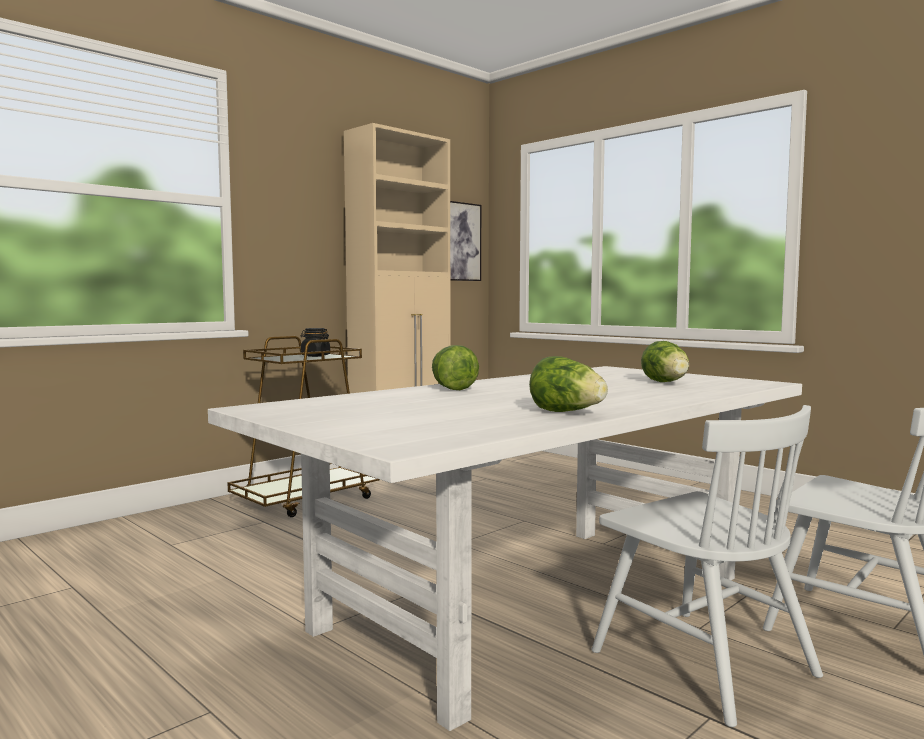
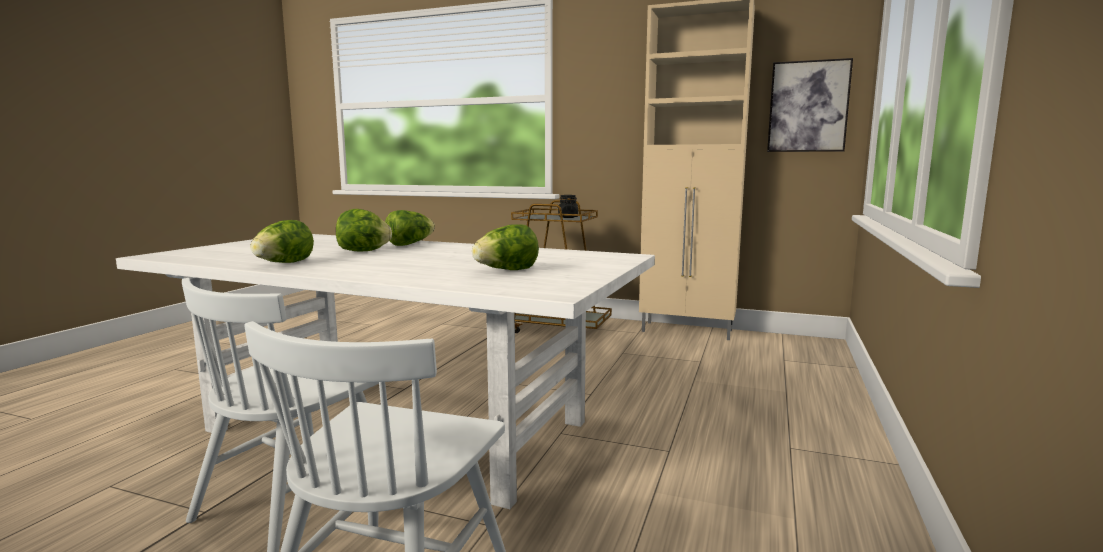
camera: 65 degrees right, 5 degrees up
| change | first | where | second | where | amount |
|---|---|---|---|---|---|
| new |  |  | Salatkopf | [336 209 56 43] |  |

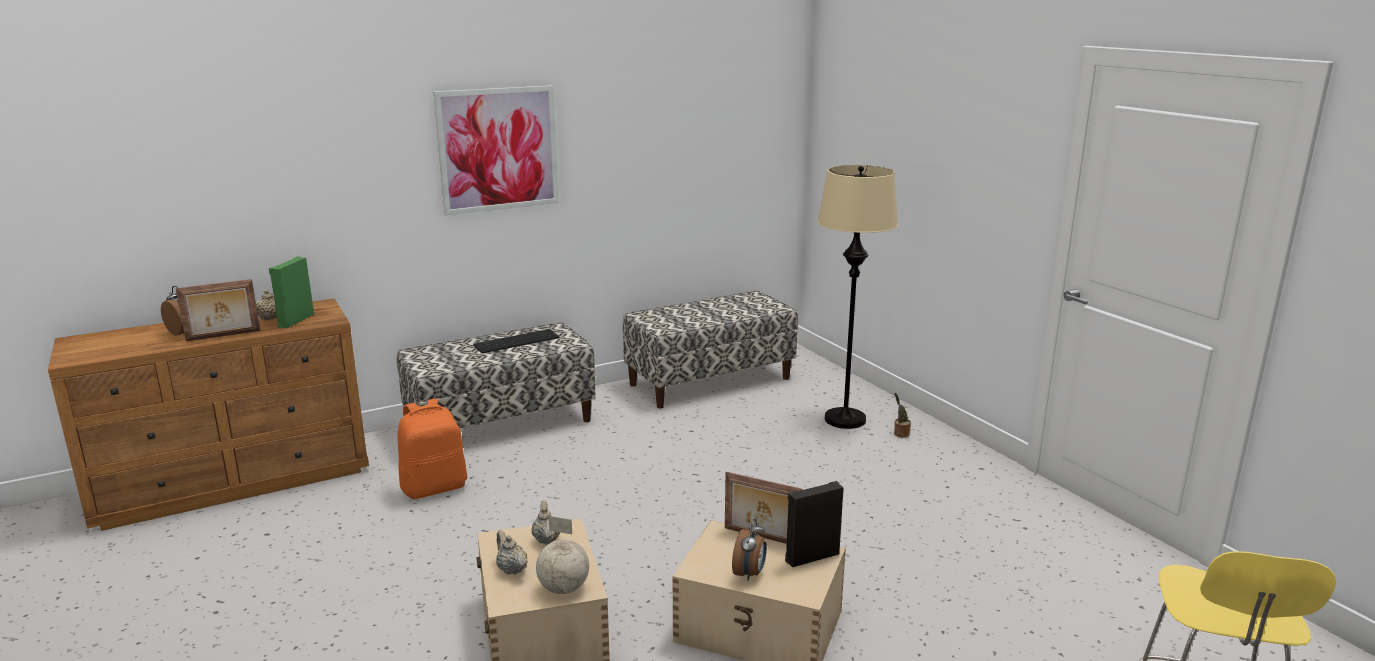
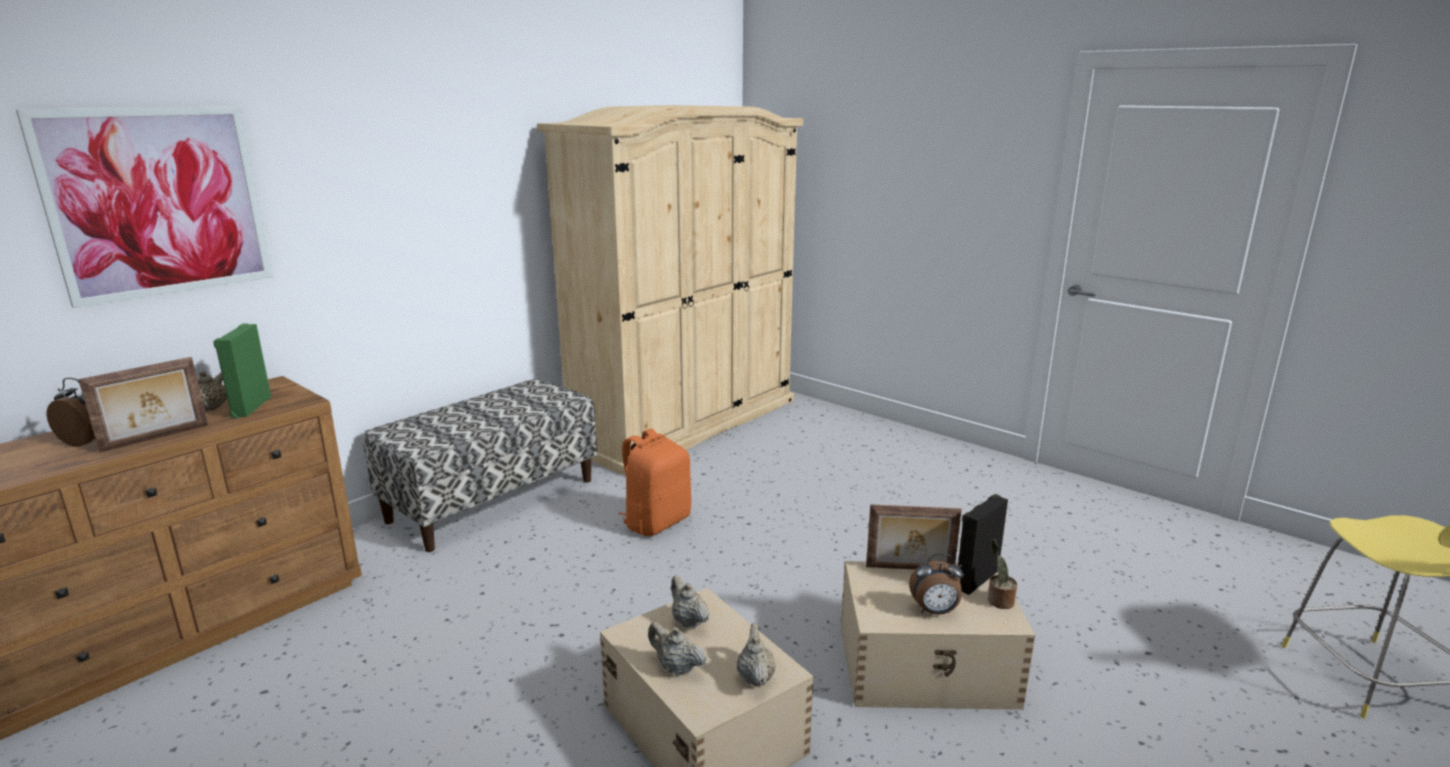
camera: 20 degrees left, 0 degrees up
| change | first | where | second | where | amount |
|---|---|---|---|---|---|
| shifted | Bild | [434 85 125 130] |  | [16 106 257 202] |  |
| swapped | Bank | [623 291 175 117] | Kleiderschrank (beige) | [537 105 266 371] |  |
| shifted | Rucksack (orange) | [398 399 69 100] |  | [619 429 72 107] |  |
| swapped | Globus | [536 516 53 78] | Teekanne (beige) | [737 623 39 64] |  |
| rotated | Wecker | [732 518 35 63] |  | [909 553 55 62] | 90 degrees clockwise |
| shifted | Topfpflanze | [894 393 17 45] |  | [988 539 29 70] |  |
| gone | Tastatur | [473 329 87 24] |  |  |  |
| gone | Stehlampe (beige) | [818 165 80 264] |  |  |  |

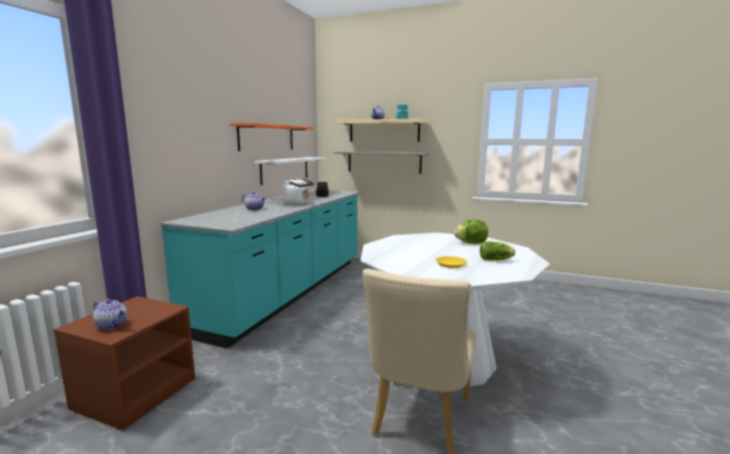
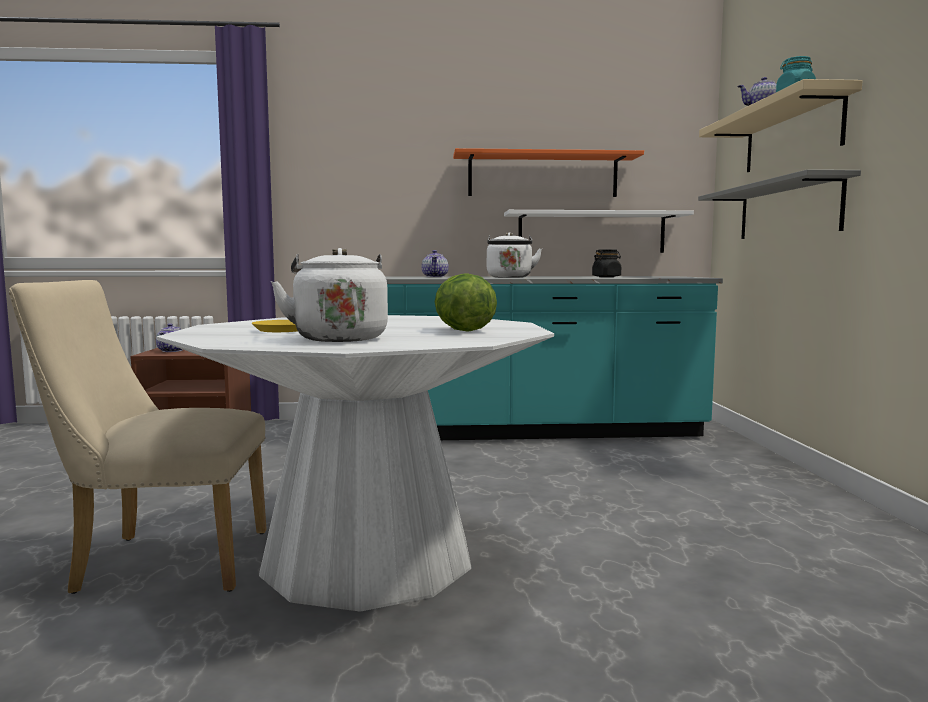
camera: 65 degrees right, 5 degrees down
| change | first | where | second | where | amount |
|---|---|---|---|---|---|
| swapped | Salatkopf | [480 241 35 19] | Wasserkessel (weiß) | [271 248 117 94] |  |

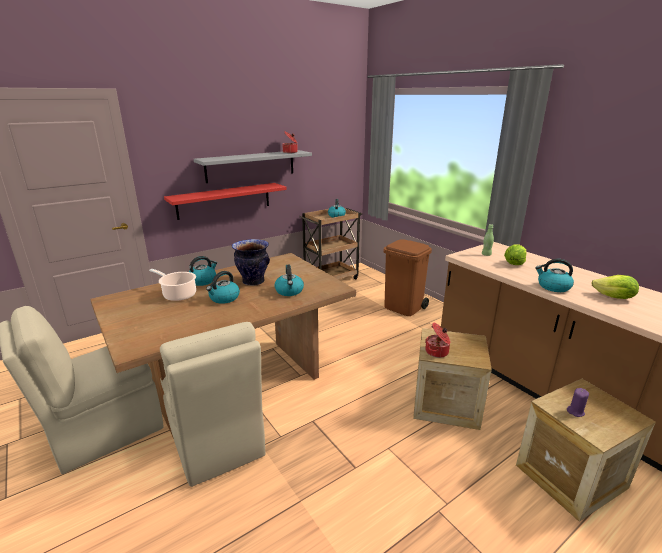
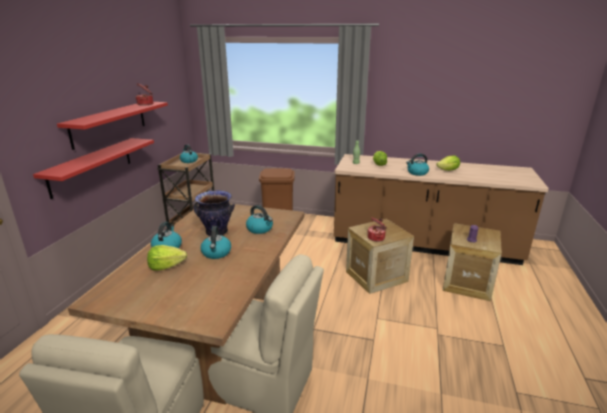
camera: 40 degrees left, 0 degrees up
| change | first | where | second | where | amount |
|---|---|---|---|---|---|
| repainted | Wandregal (grau) | [194 150 118 33] | Wandregal (rot) | [57 102 111 48] |  |
| swapped | Kochtopf | [149 269 47 32] | Salatkopf | [147 245 40 26] |  |

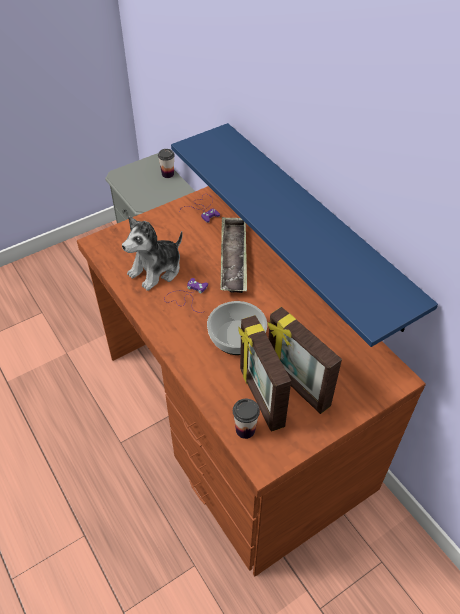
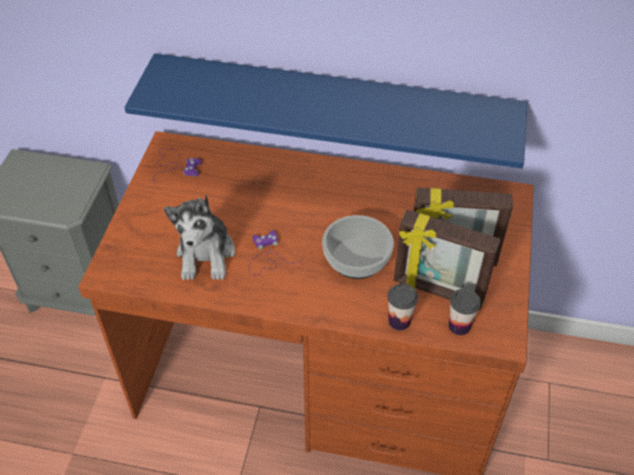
camera: 45 degrees left, 0 degrees up
| change | first | where | second | where | amount |
|---|---|---|---|---|---|
| shifted | Tasse | [158 149 17 29] |  | [388 284 30 46] |  |
| gone | Tablett | [221 217 26 76] |  |  |  |

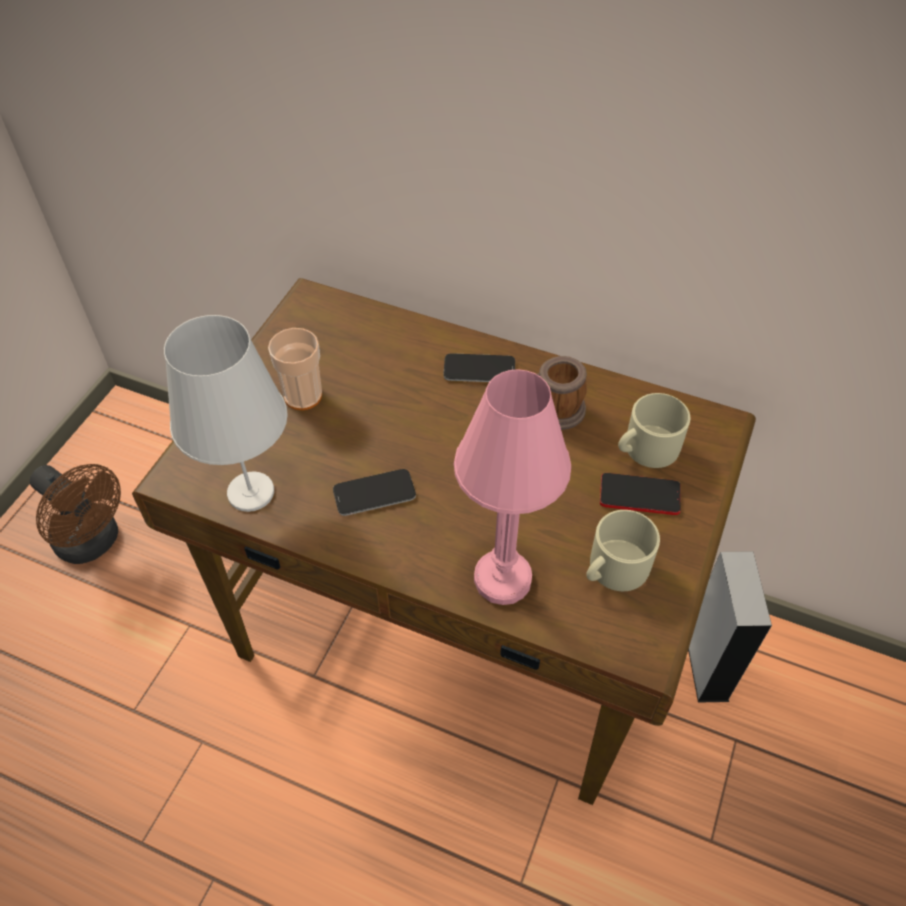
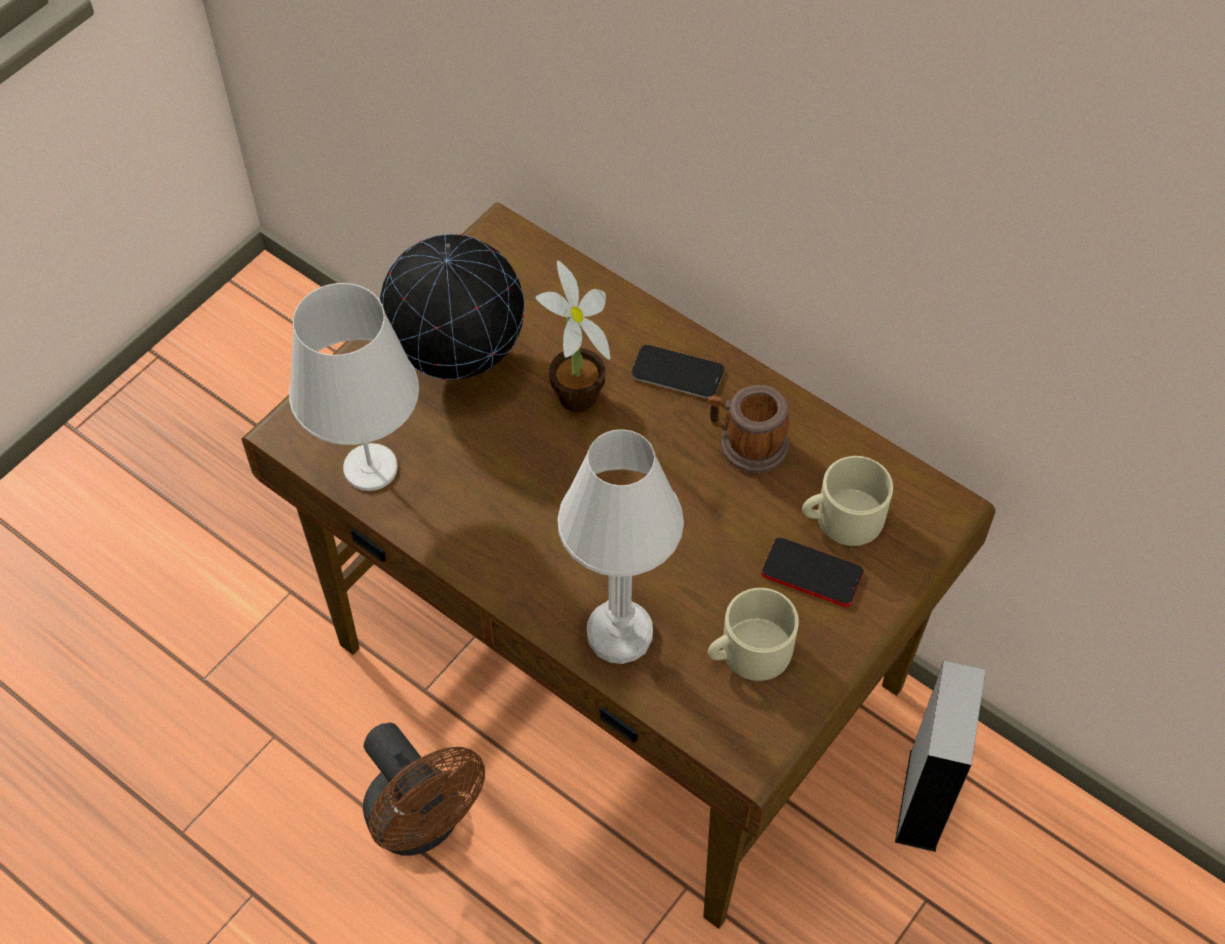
camera: 15 degrees right, 5 degrees up
| change | first | where | second | where | amount |
|---|---|---|---|---|---|
| shifted | Ventilator (braun) | [30 464 91 100] |  | [363 723 122 133] |  |
| swapped | Tasse | [268 328 54 82] | Globus | [380 234 145 146] |  |
| new |  |  | Topfpflanze | [535 260 75 153] |  |
| repainted | Tischlampe (rosa) | [454 369 117 236] | Tischlampe (weiß) | [557 429 127 235] |  |
| gone | Handy | [333 469 83 47] |  |  |  |

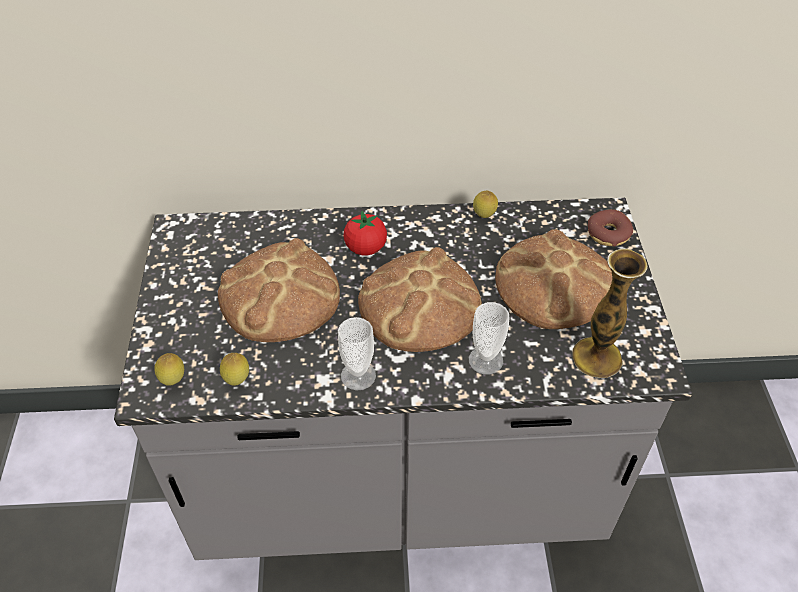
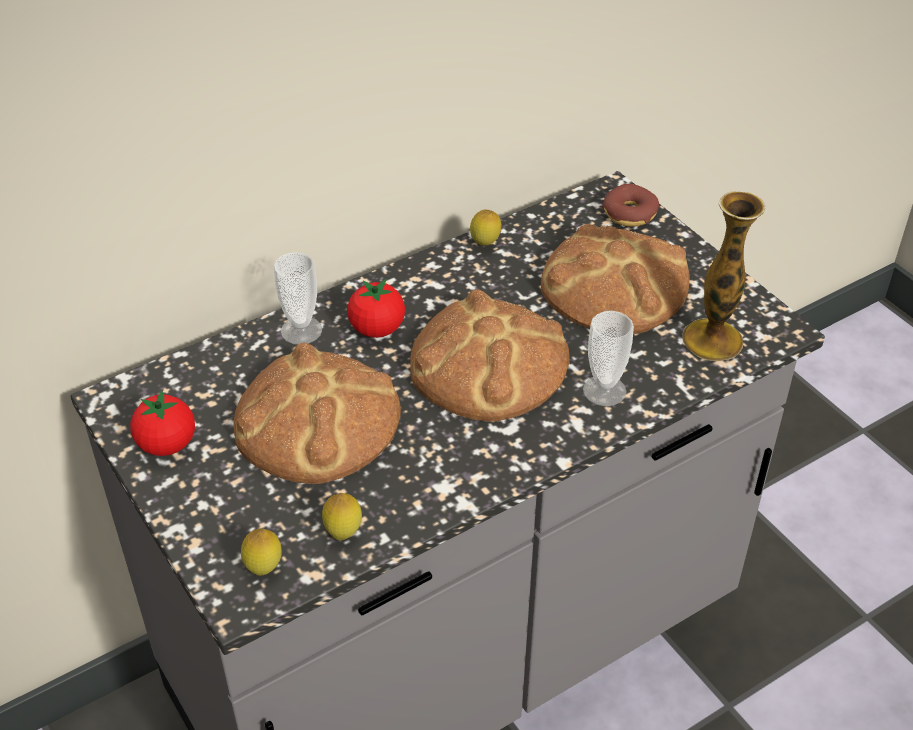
camera: 30 degrees left, 5 degrees down
| change | first | where | second | where | amount |
|---|---|---|---|---|---|
| new |  |  | Tomate | [130 390 65 66] |  |
| shifted | Tasse | [338 317 38 74] |  | [274 252 48 93] |  |

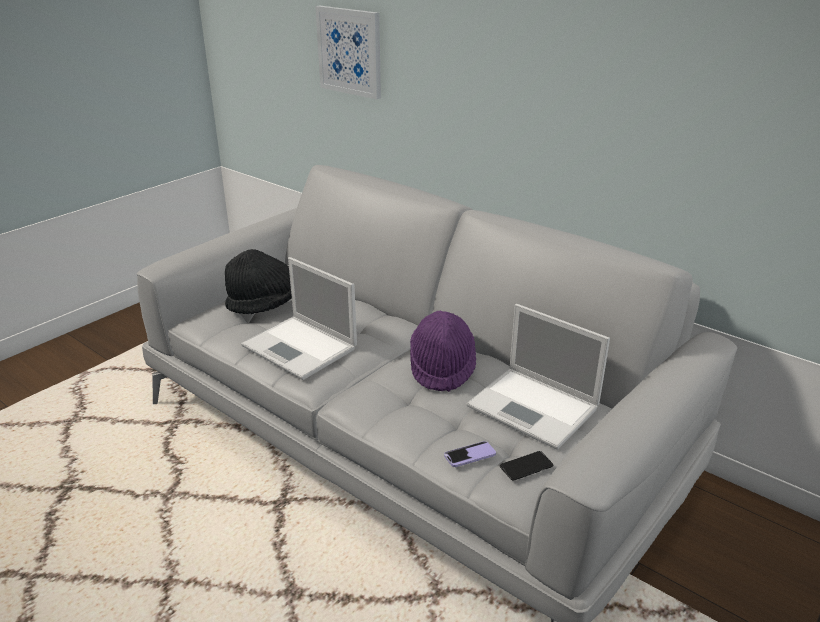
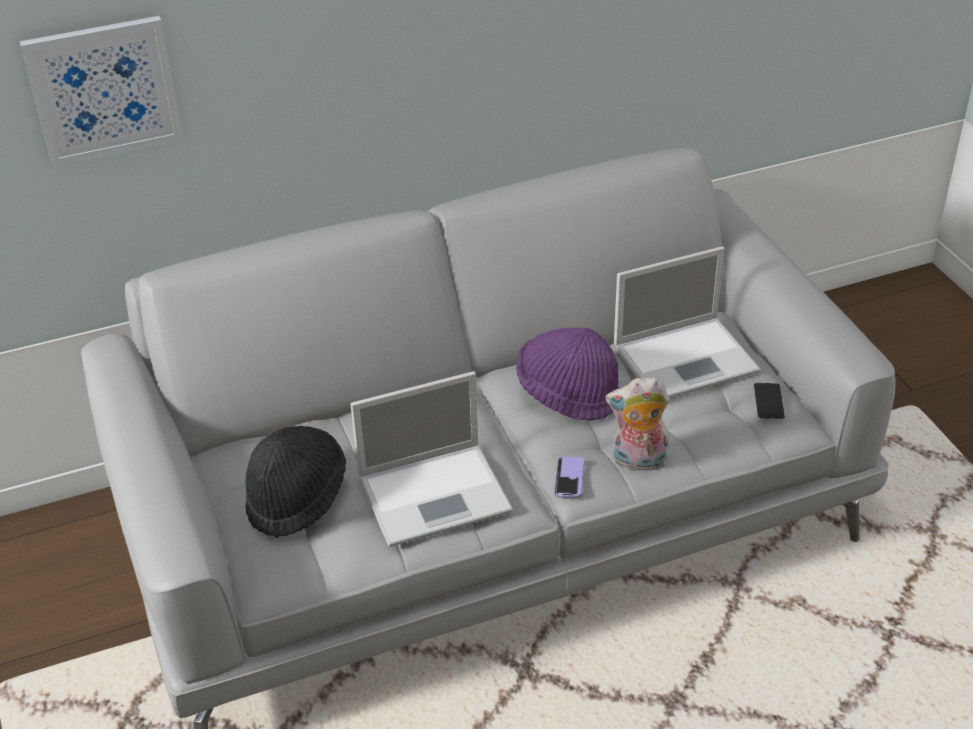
camera: 60 degrees left, 10 degrees up
| change | first | where | second | where | amount |
|---|---|---|---|---|---|
| shifted | Handy | [444 441 52 26] |  | [554 457 30 41] |  |
| new |  |  | Plüschtier | [605 377 65 94] |  |

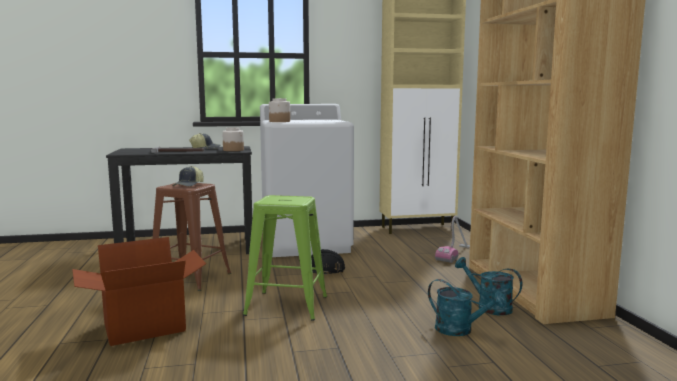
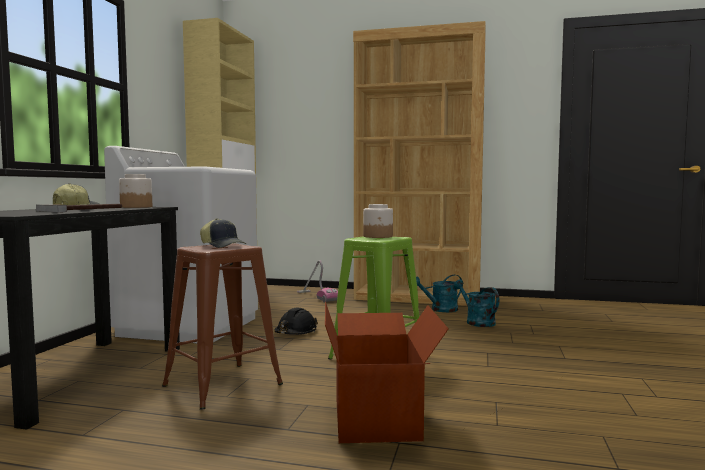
camera: 65 degrees left, 5 degrees down
| change | first | where | second | where | amount |
|---|---|---|---|---|---|
| shifted | Vorratsglas | [269 98 21 24] |  | [363 204 30 34] |  |
| rotated | Gießkanne (türkis) | [428 279 78 57] |  | [453 279 46 48] | 90 degrees counterclockwise |

